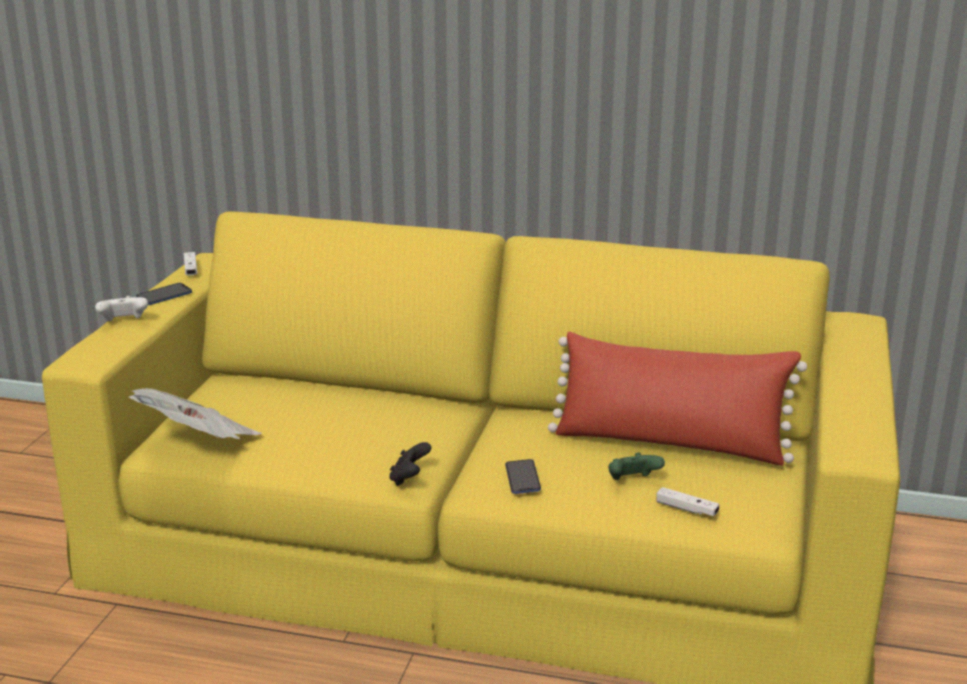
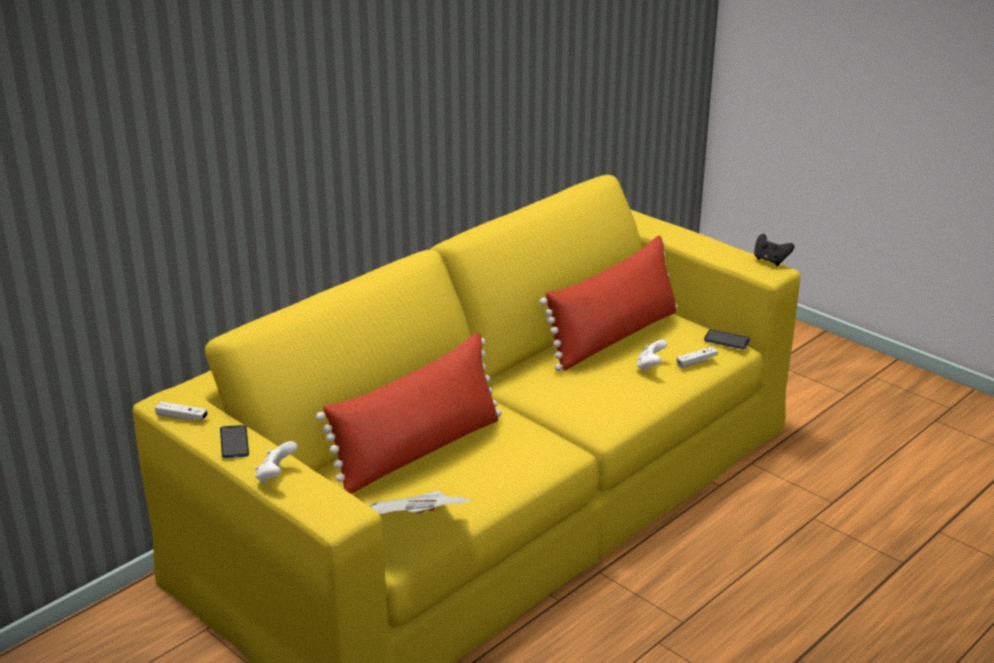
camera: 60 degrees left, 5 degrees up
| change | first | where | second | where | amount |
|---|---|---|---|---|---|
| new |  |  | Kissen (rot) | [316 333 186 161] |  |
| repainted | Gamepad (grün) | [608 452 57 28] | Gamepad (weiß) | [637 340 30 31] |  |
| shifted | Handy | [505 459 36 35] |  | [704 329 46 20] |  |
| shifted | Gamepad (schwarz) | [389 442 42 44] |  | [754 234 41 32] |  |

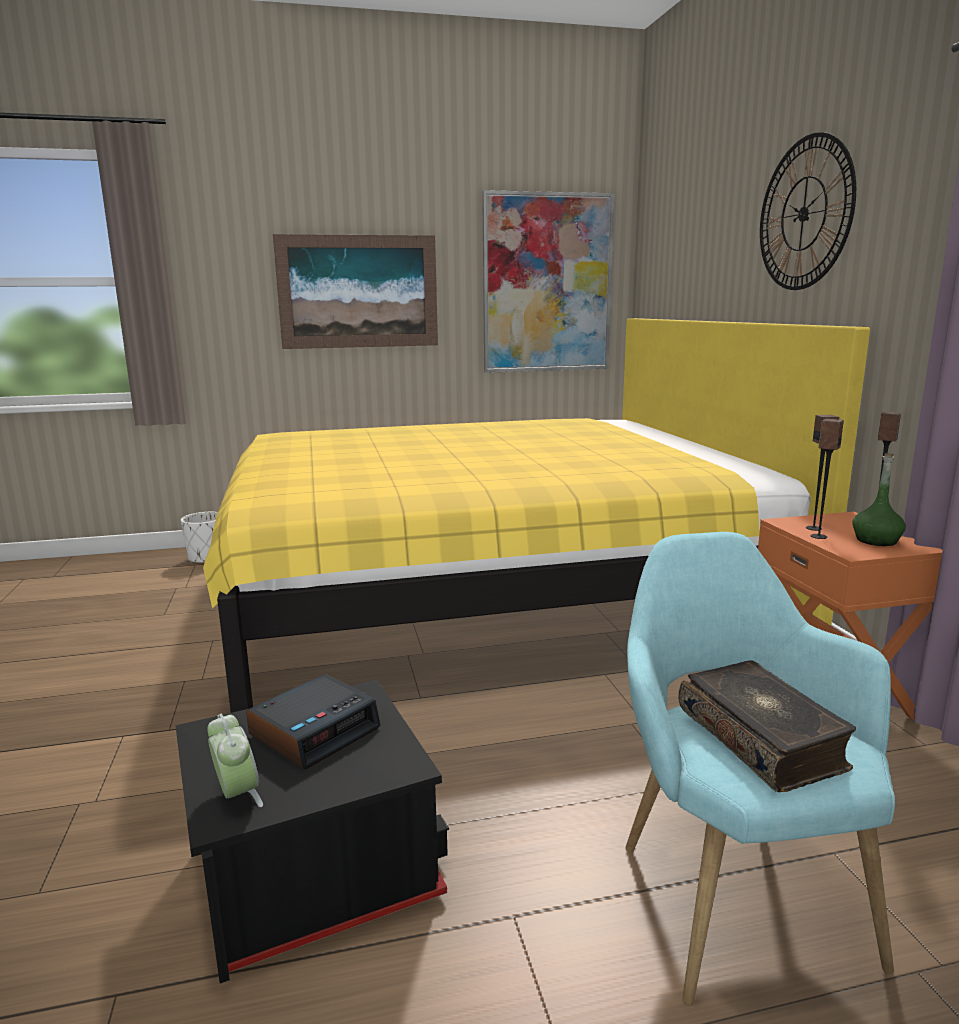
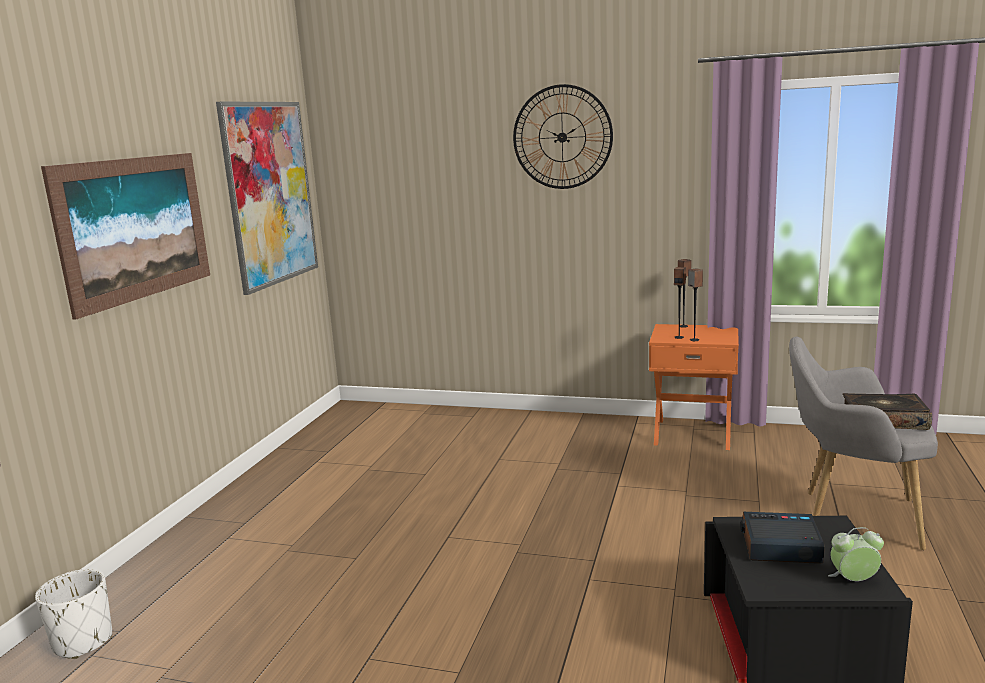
camera: 60 degrees left, 0 degrees up
| change | first | where | second | where | amount |
|---|---|---|---|---|---|
| rotated | Wecker | [246 674 135 95] |  | [740 512 85 52] | 60 degrees counterclockwise |
| repainted | Sessel (türkis) | [625 532 270 474] | Sessel (grau) | [789 337 149 213] |  |
| gone | Bett (gelb) | [203 318 667 395] |  |  |  |
| gone | Flasche (grün) | [852 453 54 93] |  |  |  |

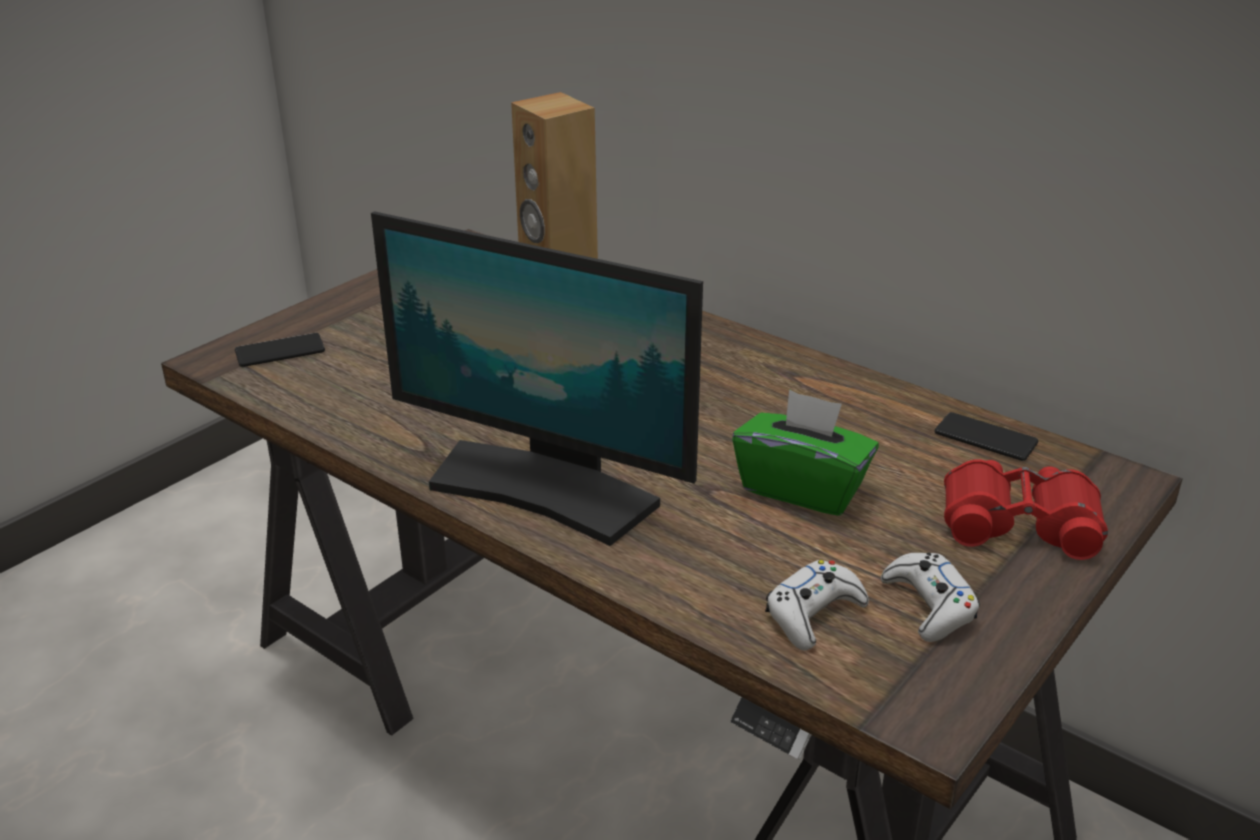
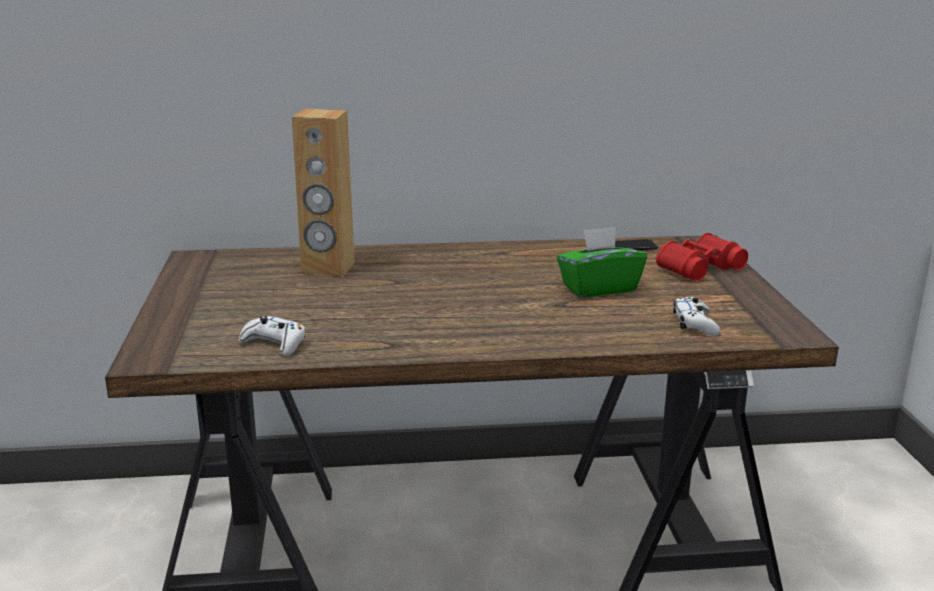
camera: 45 degrees left, 10 degrees down
| change | first | where | second | where | amount |
|---|---|---|---|---|---|
| shifted | Gamepad (weiß) | [881 552 99 90] |  | [238 316 67 40] |  |
| gone | Handy | [235 333 90 34] |  |  |  |
| gone | Monitor | [371 211 332 335] |  |  |  |

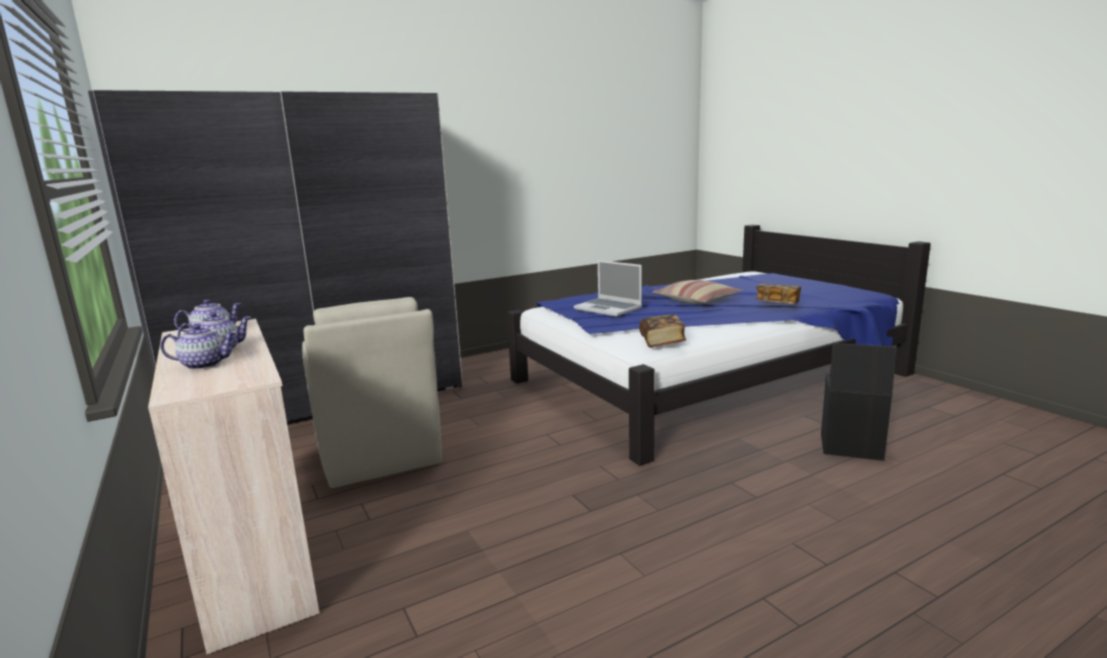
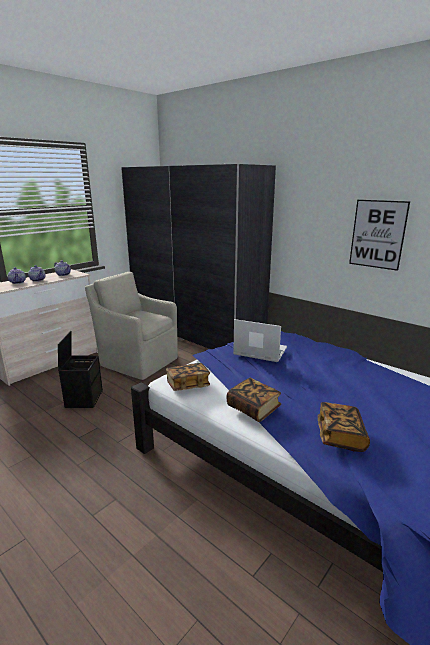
camera: 70 degrees right, 5 degrees up
| change | first | where | second | where | amount |
|---|---|---|---|---|---|
| shifted | Aufbewahrungsbox (schwarz) | [821 343 76 118] |  | [58 331 45 77] |  |
| rotated | Sessel (beige) | [302 297 140 191] |  | [85 272 93 108] | 75 degrees clockwise |
| new |  |  | Buch | [226 378 55 44] |  |
| rotated | Laptop | [574 260 68 57] |  | [233 319 54 43] | 90 degrees clockwise |
| new |  |  | Bild | [349 200 61 71] |  |
| gone | Kissen | [652 280 90 25] |  |  |  |

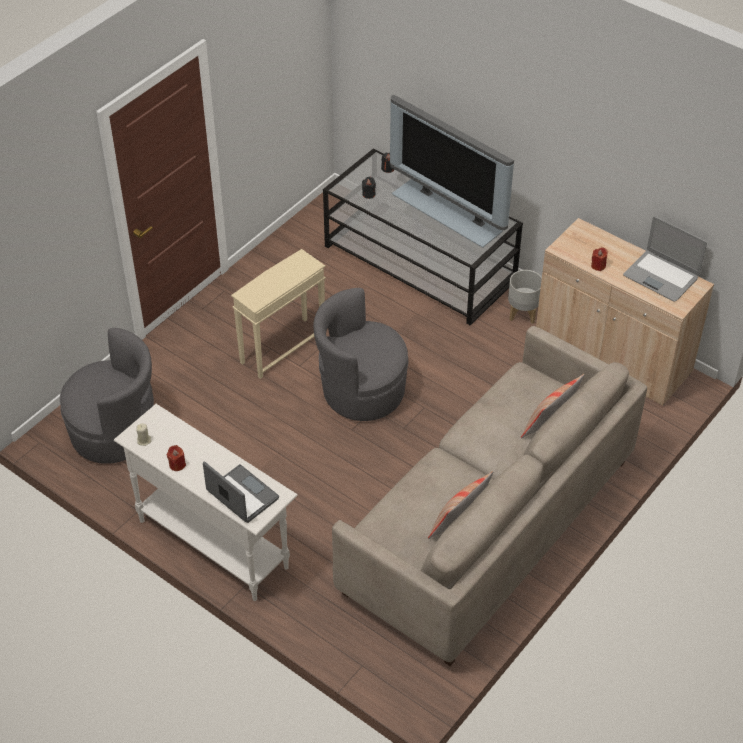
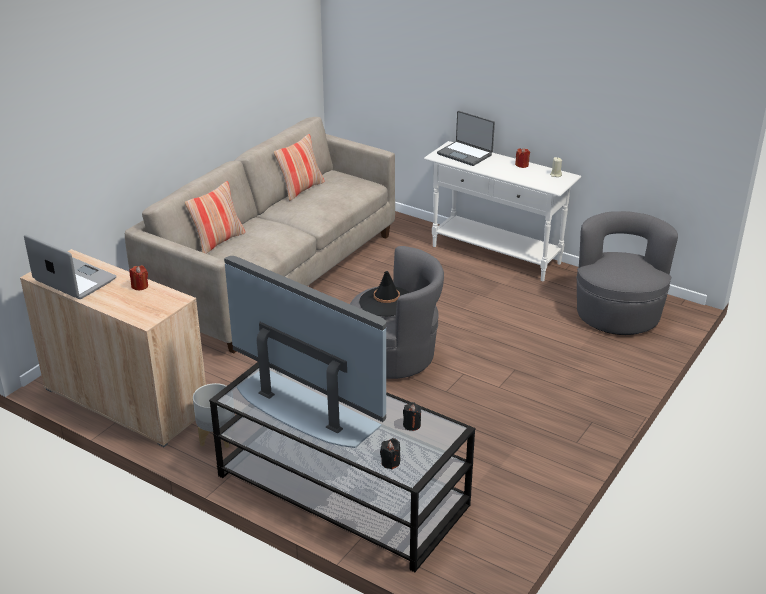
camera: 175 degrees right, 15 degrees down
| change | first | where | second | where | amount |
|---|---|---|---|---|---|
| new |  |  | Hut (schwarz) | [359 271 51 45] |  |
| rotated | Sessel (grau) | [60 328 94 136] |  | [576 211 102 124] | 105 degrees clockwise |
| gone | Beistelltisch (beige) | [231 249 95 130] |  |  |  |

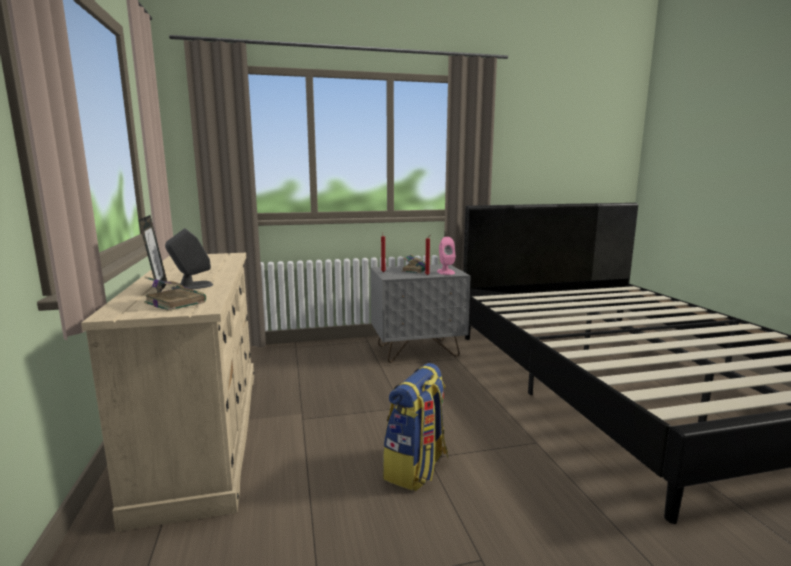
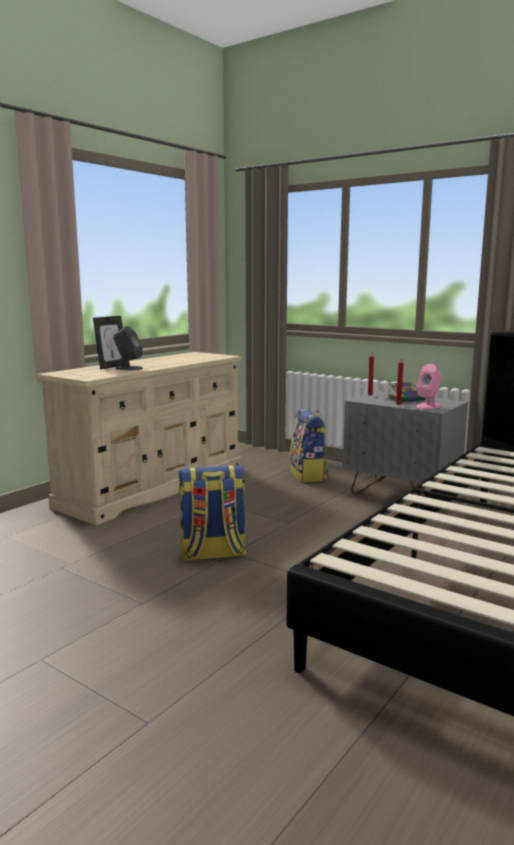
camera: 50 degrees right, 0 degrees up
| change | first | where | second | where | amount |
|---|---|---|---|---|---|
| new |  |  | Rucksack | [290 408 39 74] |  |
| gone | Buch | [144 277 62 34] |  |  |  |

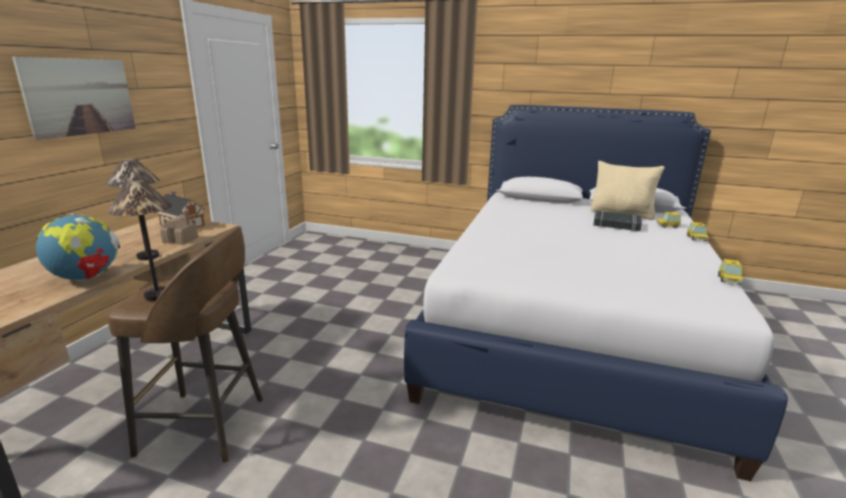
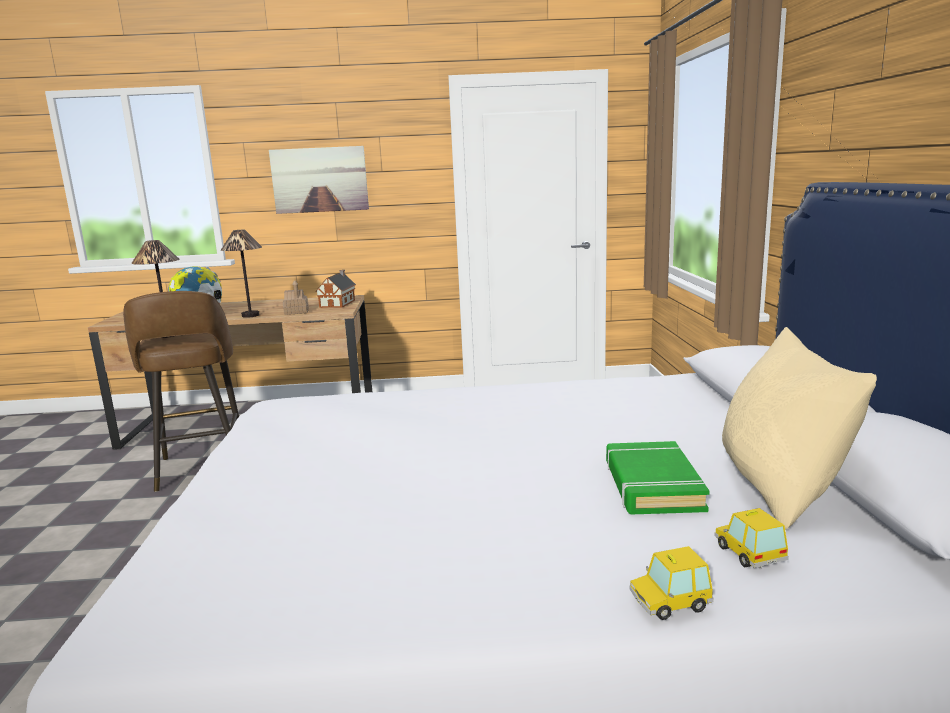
camera: 70 degrees right, 5 degrees down
| change | first | where | second | where | amount |
|---|---|---|---|---|---|
| repainted | Buch (schwarz) | [593 211 49 20] | Buch (grün) | [606 441 103 73] |  |
| gone | Spielzeugauto | [718 259 26 26] |  |  |  |

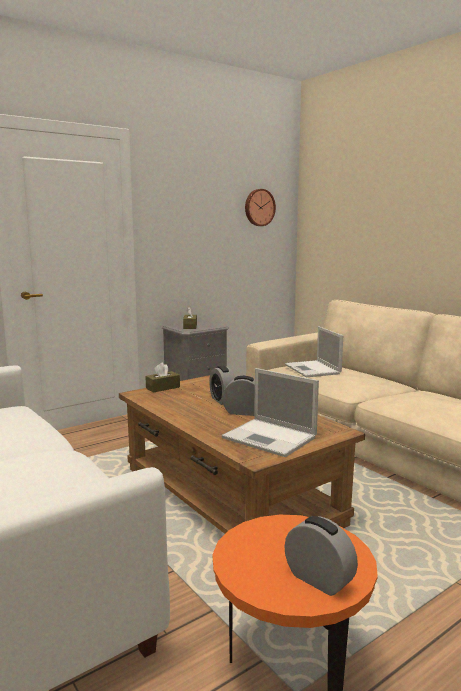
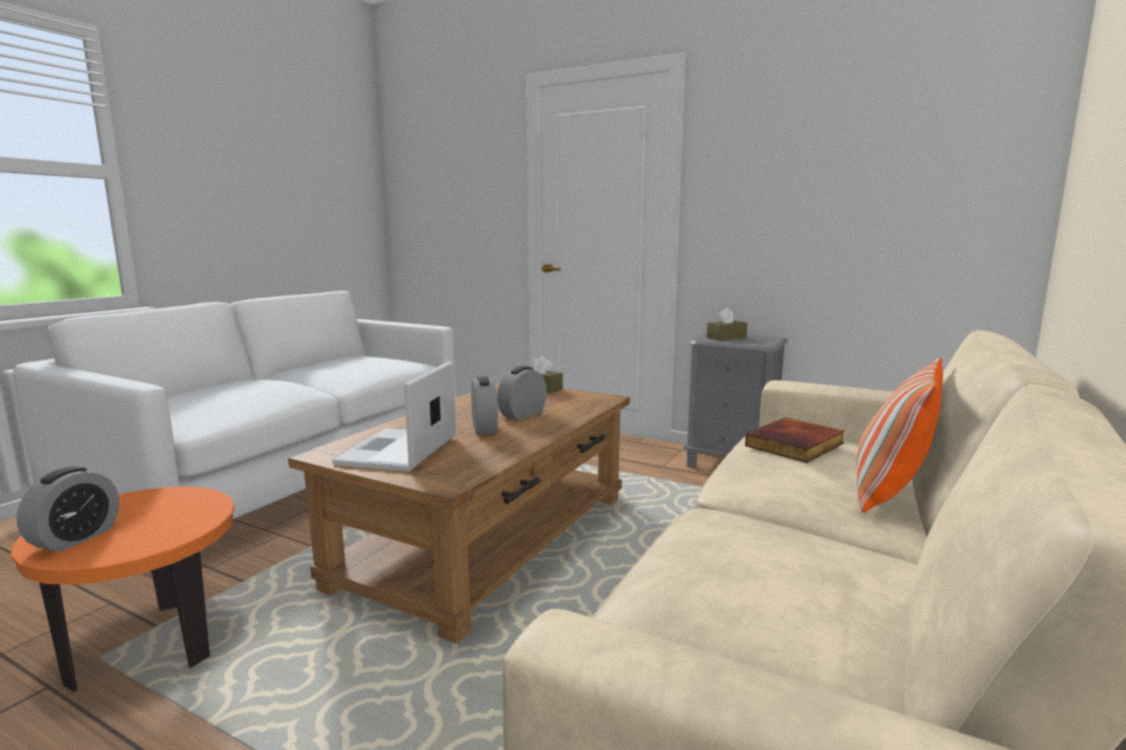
camera: 65 degrees right, 0 degrees up
| change | first | where | second | where | amount |
|---|---|---|---|---|---|
| swapped | Laptop | [285 326 58 51] | Buch | [745 417 100 46] |  |
| new |  |  | Kissen | [856 357 87 155] |  |
| gone | Wanduhr | [245 189 31 37] |  |  |  |

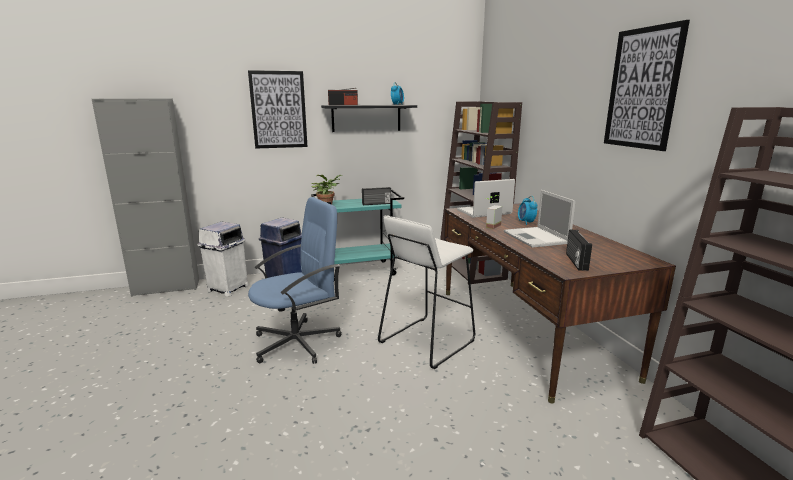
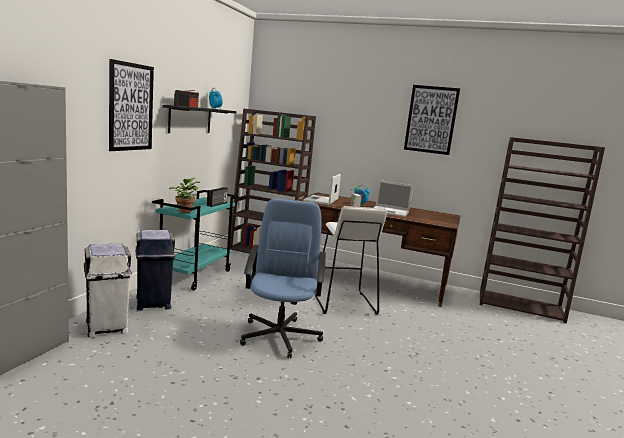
camera: 55 degrees left, 5 degrees down
| change | first | where | second | where | amount |
|---|---|---|---|---|---|
| gone | Radio | [566 229 26 42] |  |  |  |

